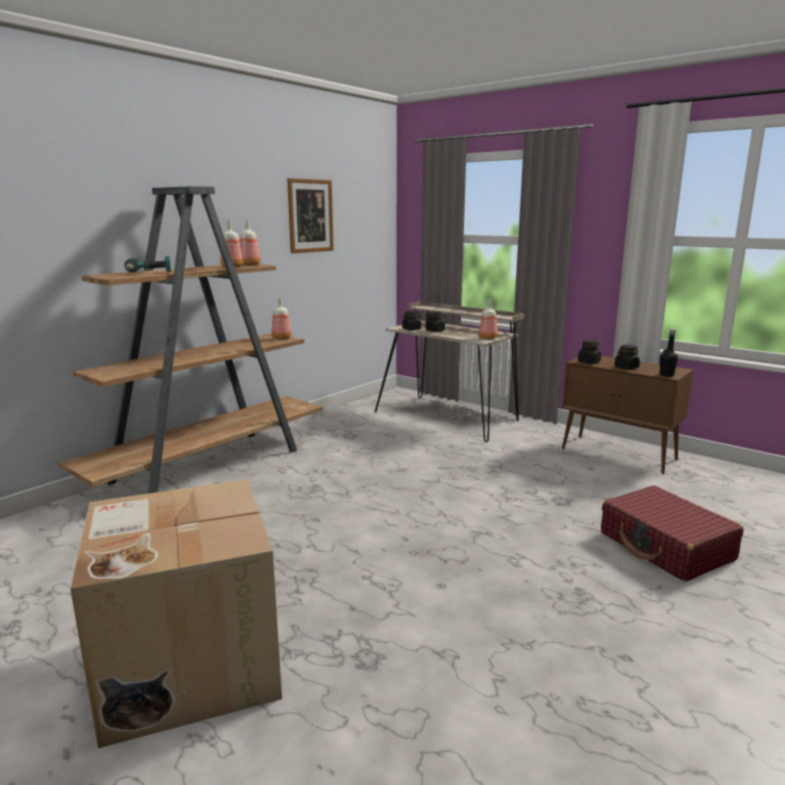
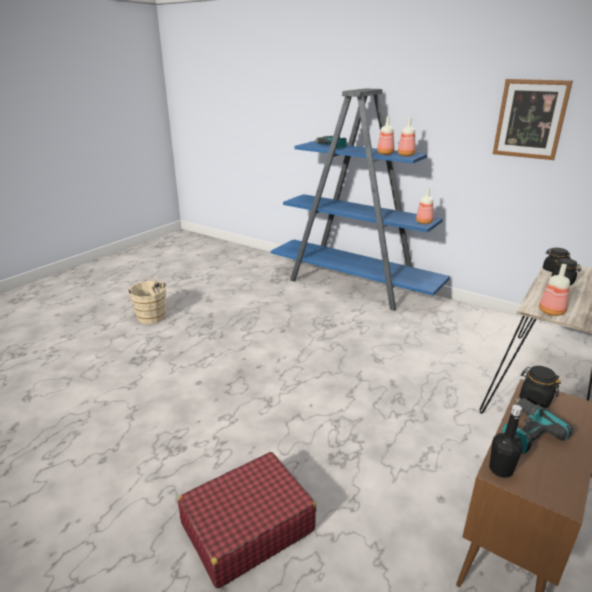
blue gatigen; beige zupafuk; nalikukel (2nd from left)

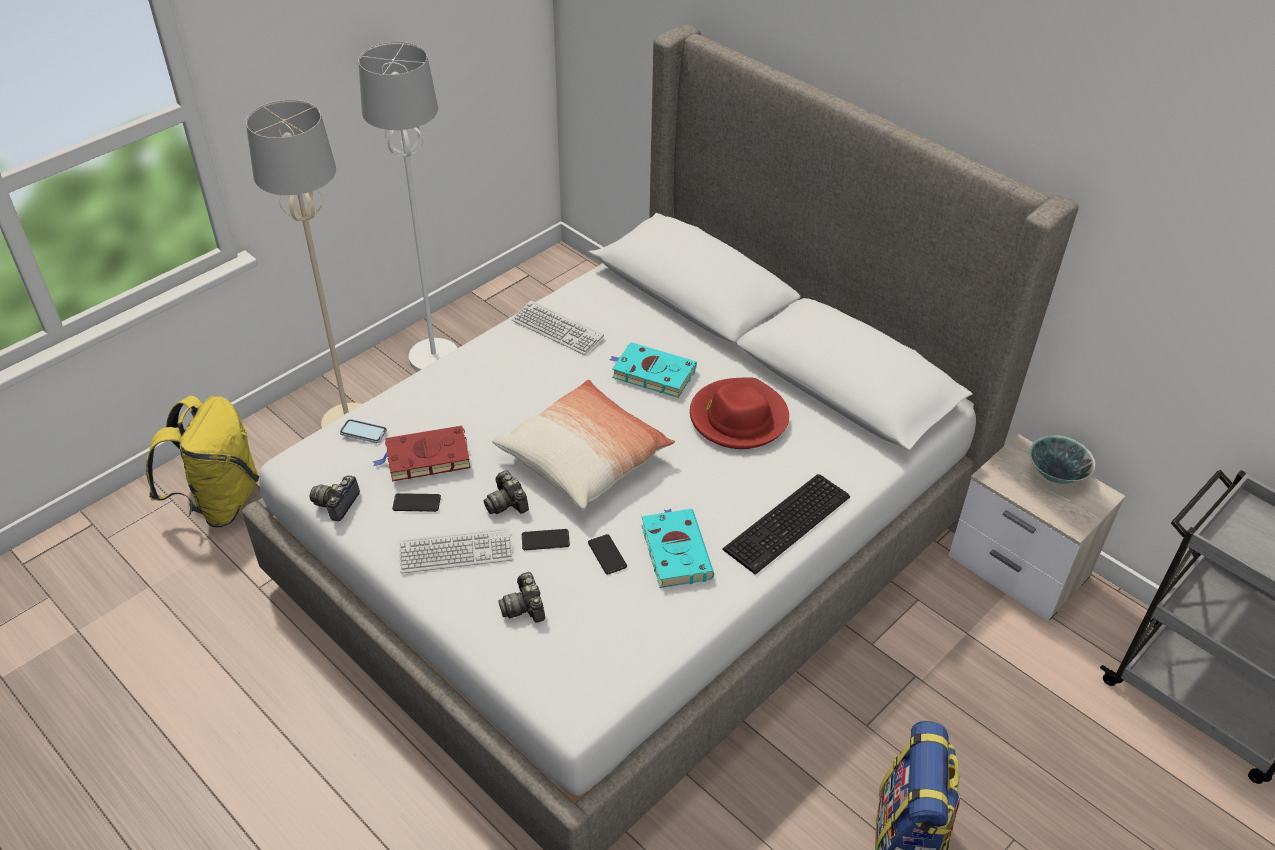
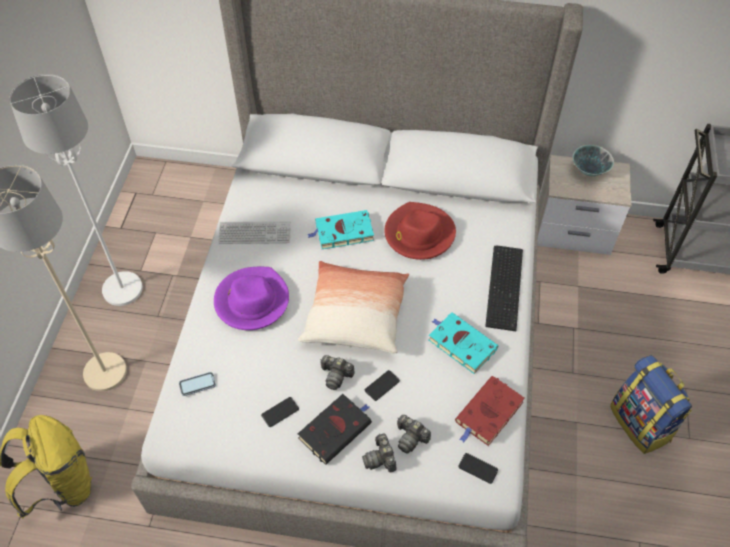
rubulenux (2nd from left); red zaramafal; black zaramafal; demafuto (4th from left); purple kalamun

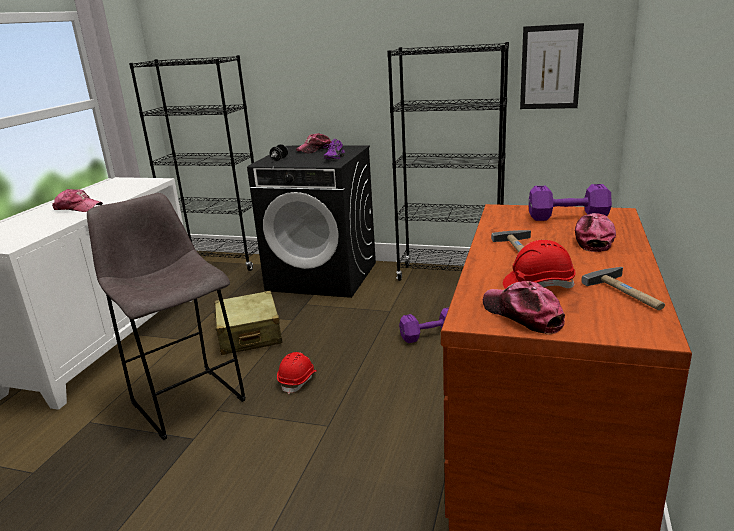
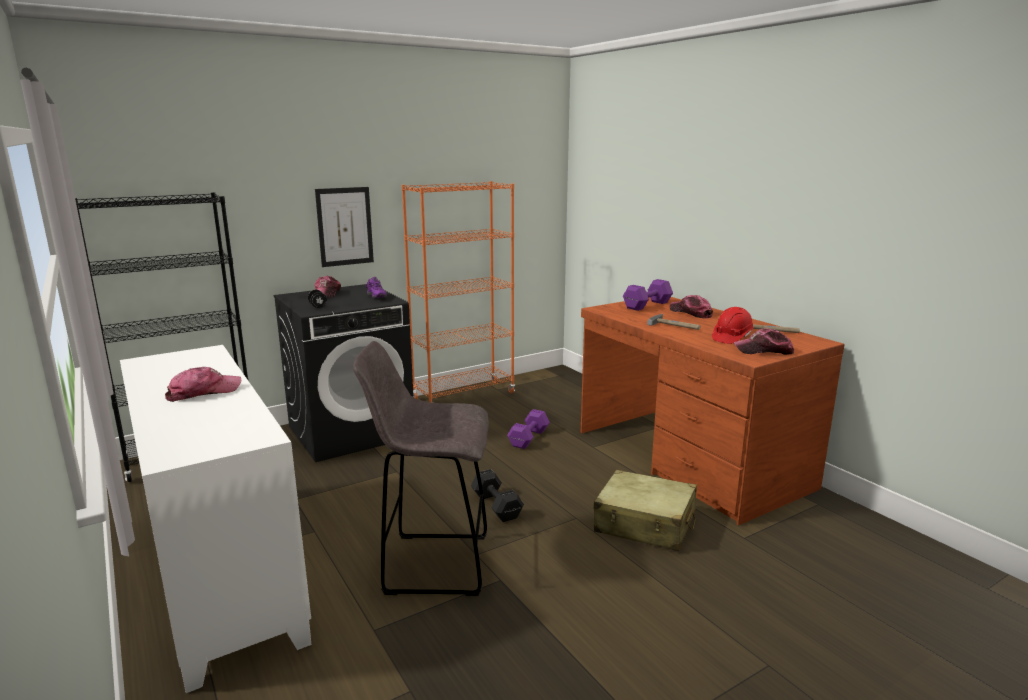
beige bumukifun; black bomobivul (2nd from left); orange gatigen; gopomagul

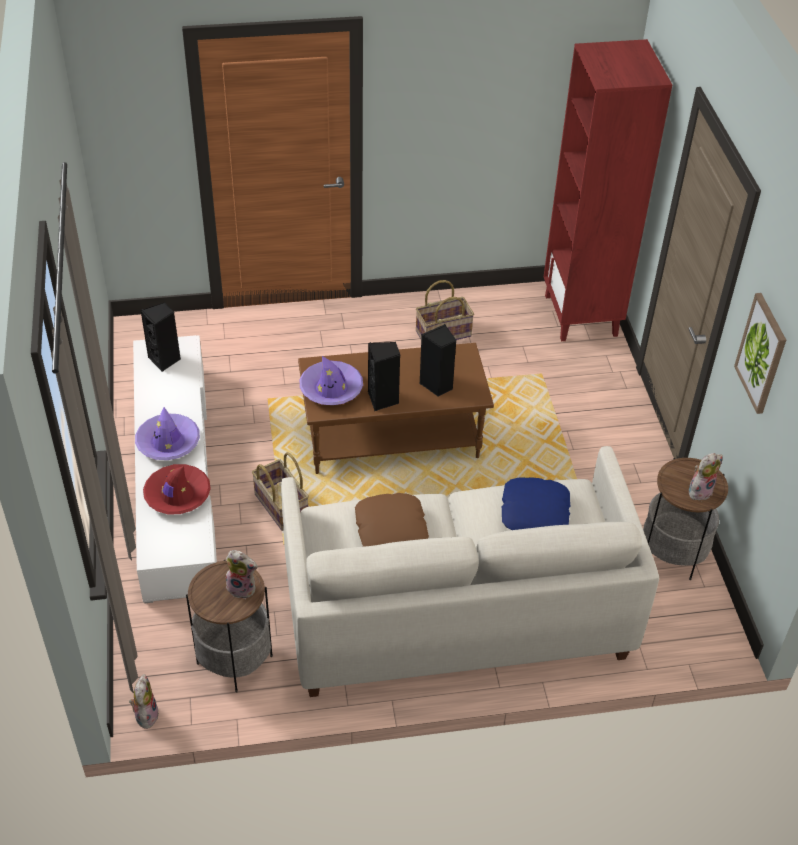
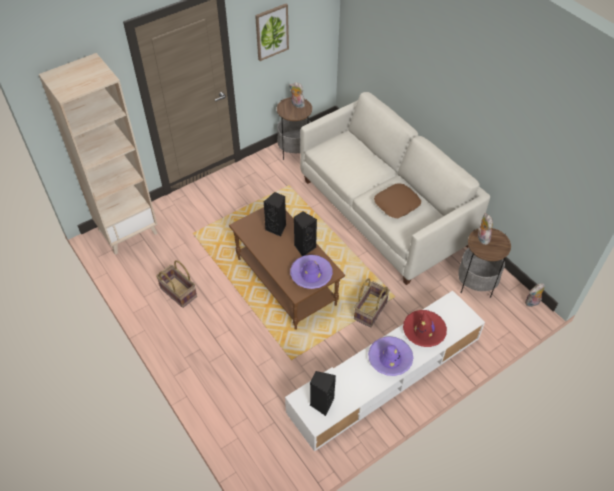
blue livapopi; beige gatigen

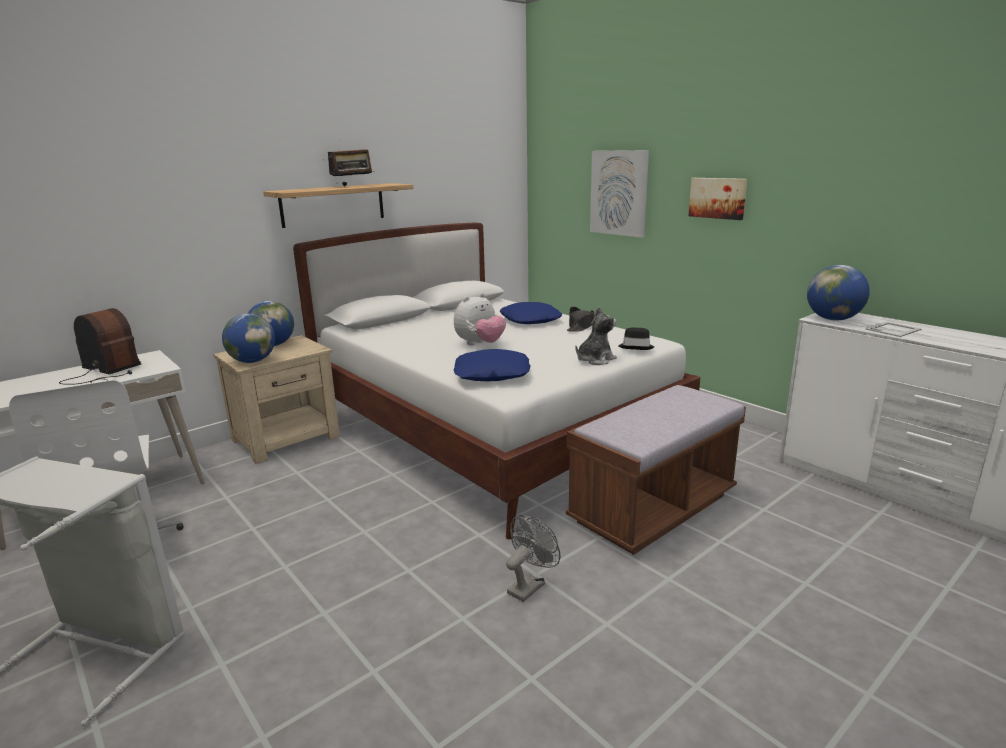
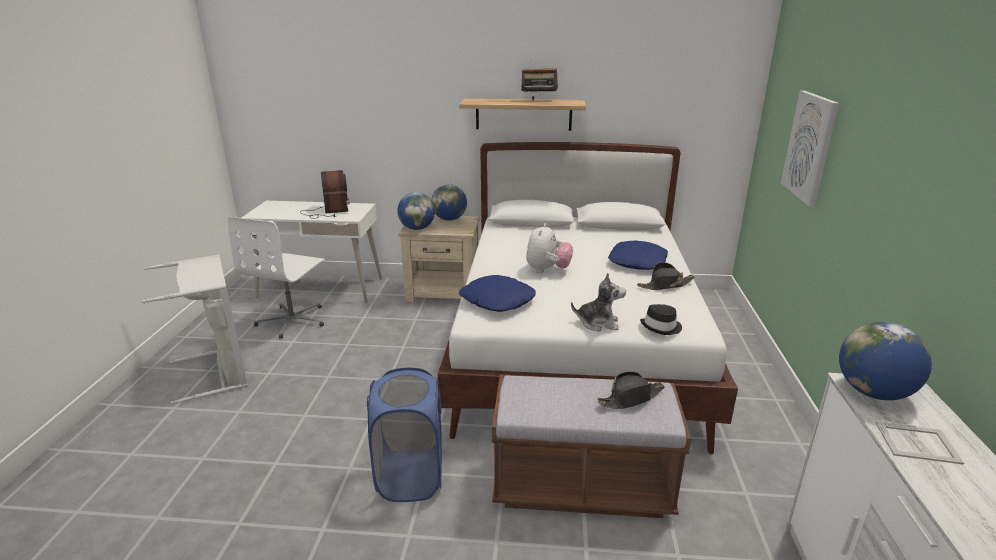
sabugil (1st from left); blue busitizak; gopomagul (2nd from left in the first image); black kalamun (1st from left)

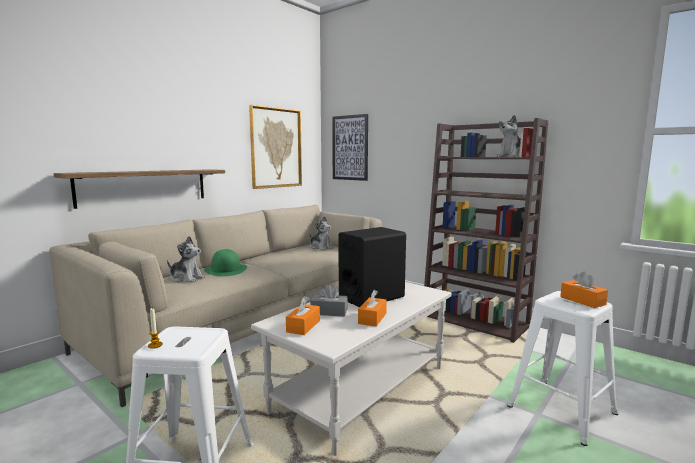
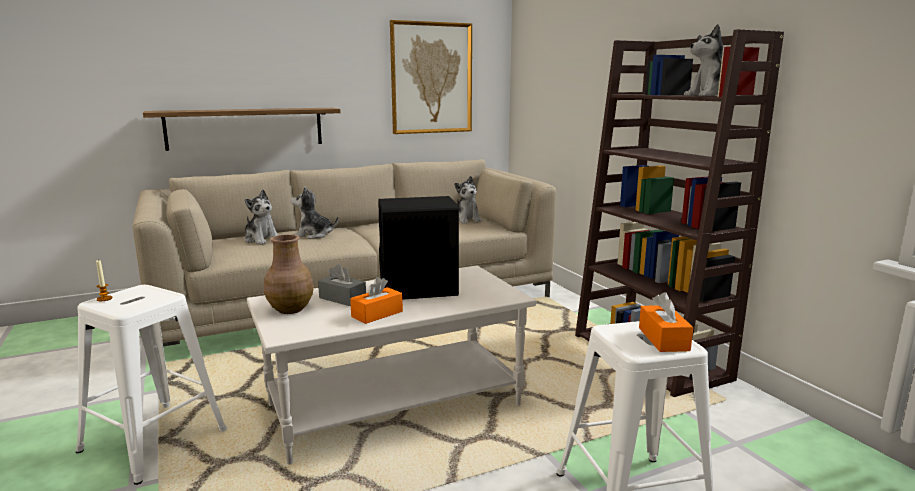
sabugil (2nd from left); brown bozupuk; gopomagul (2nd from left in the first image)

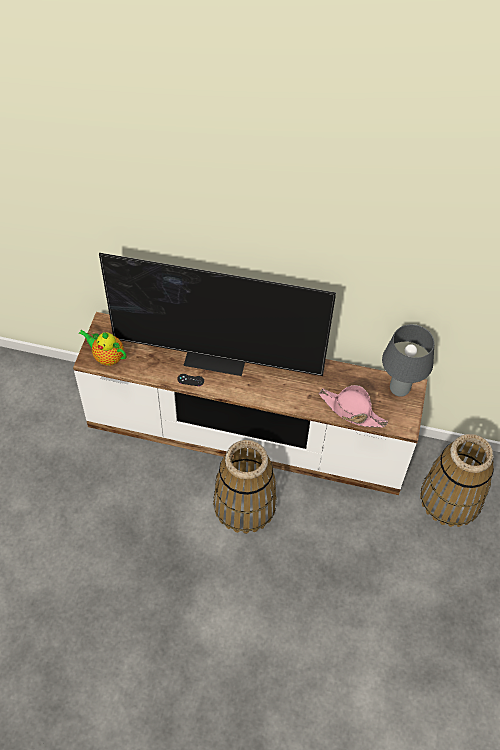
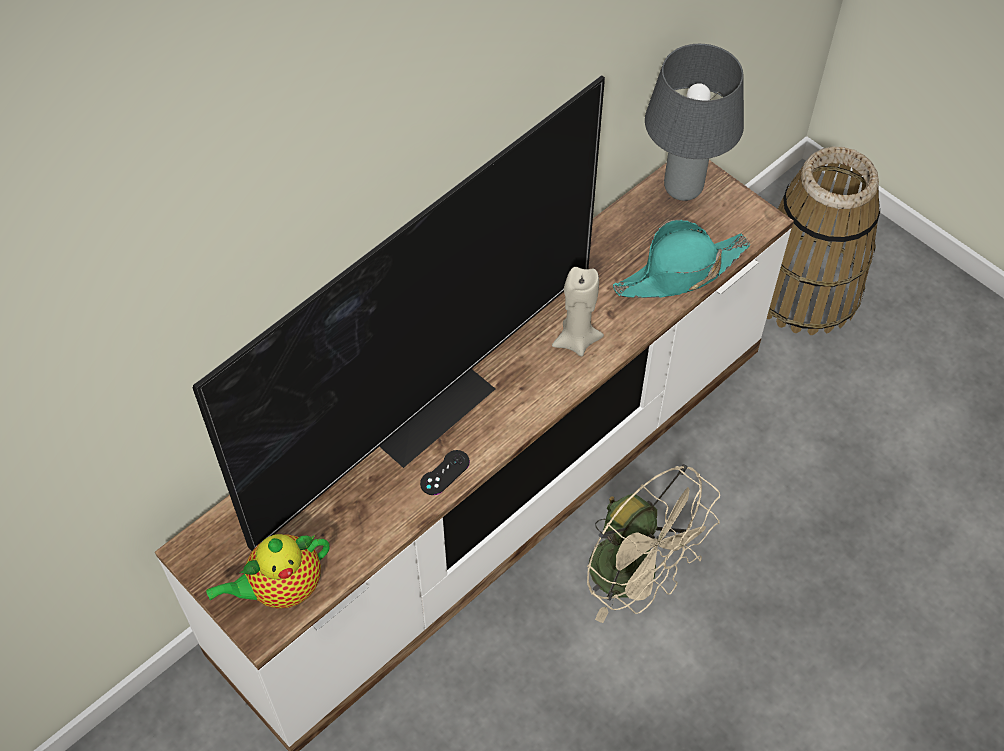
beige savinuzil; turquoise kalamun; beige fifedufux

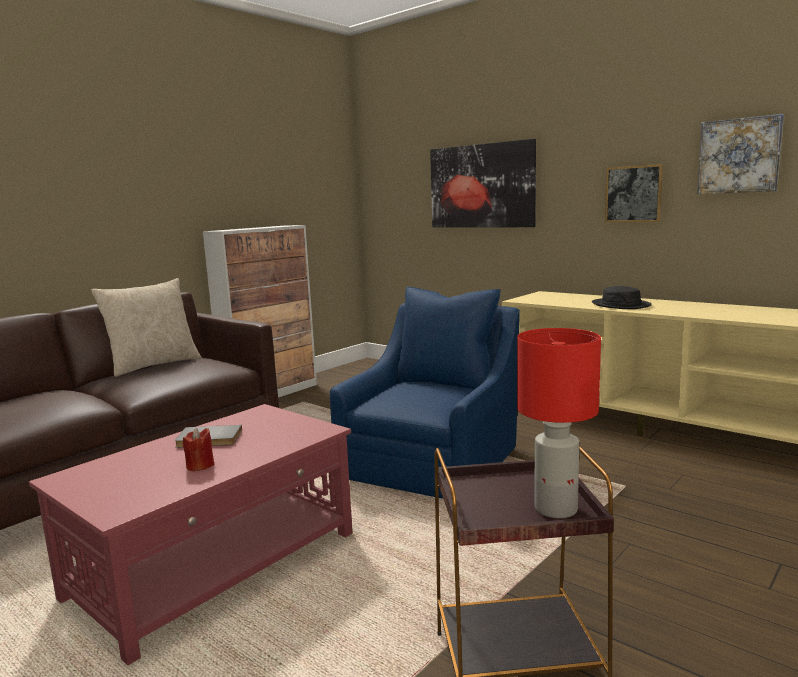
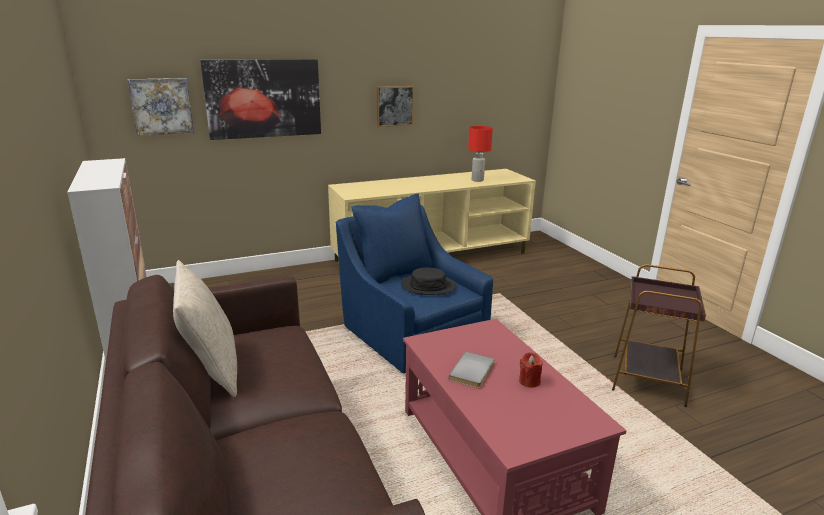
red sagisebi; black kalamun; gopomagul (1st from left)

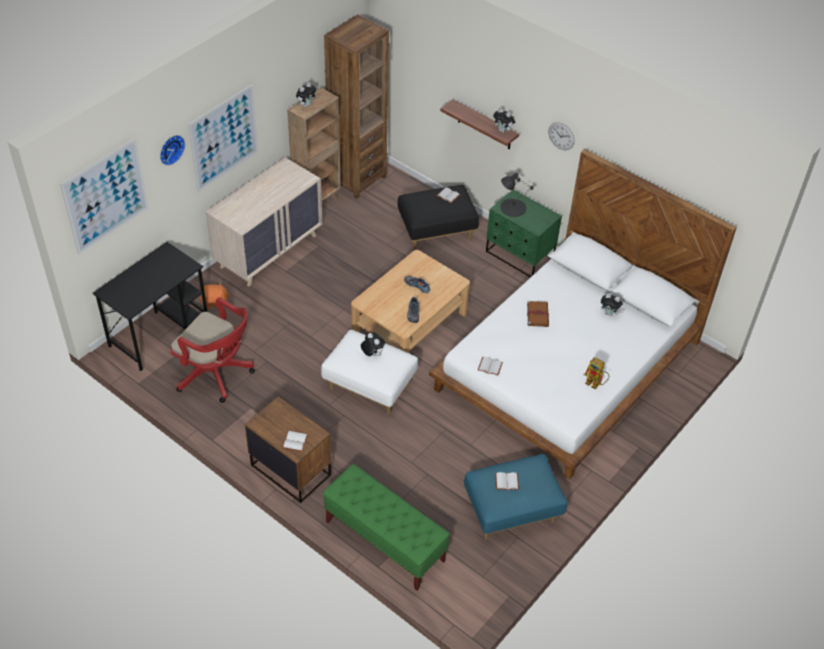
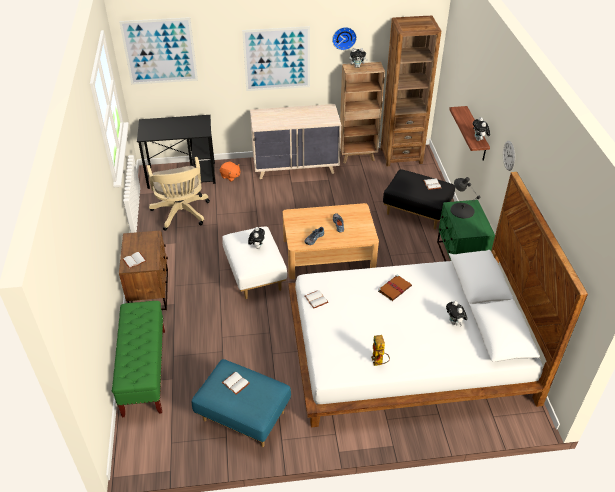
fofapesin (1st from left); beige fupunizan

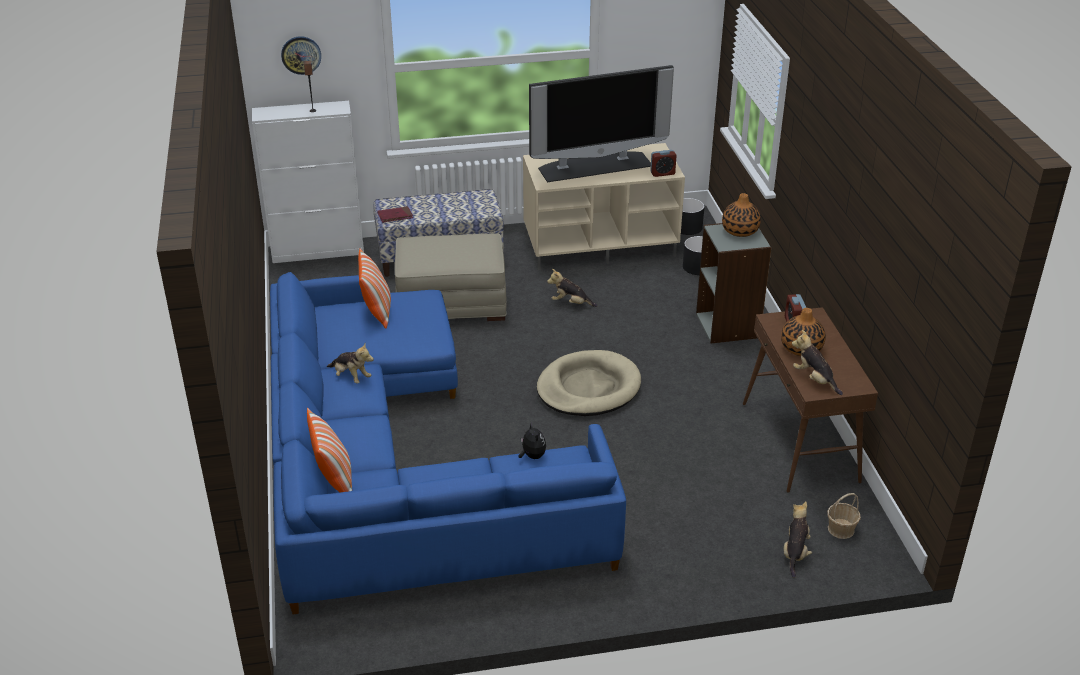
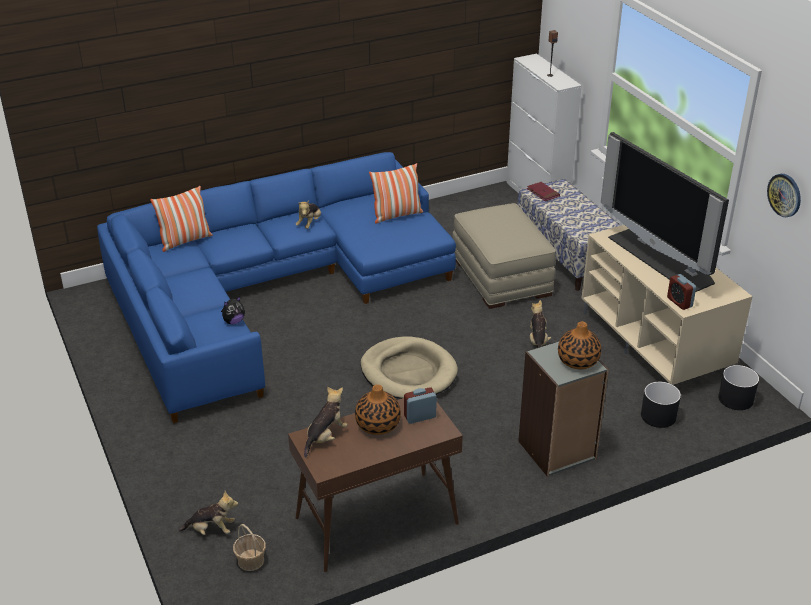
fofapesin

